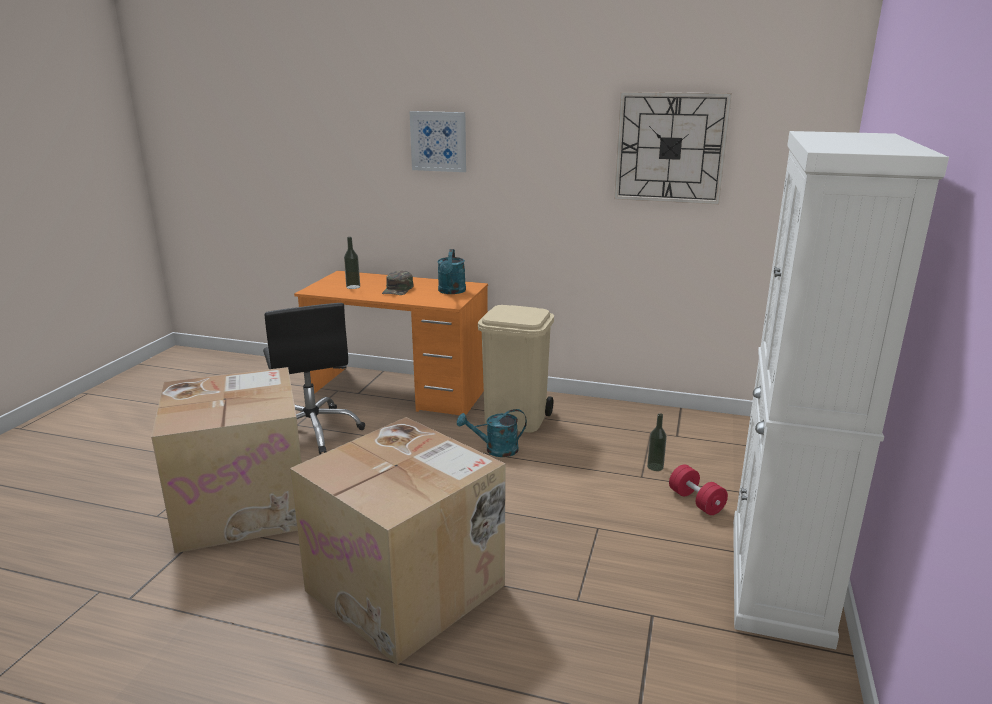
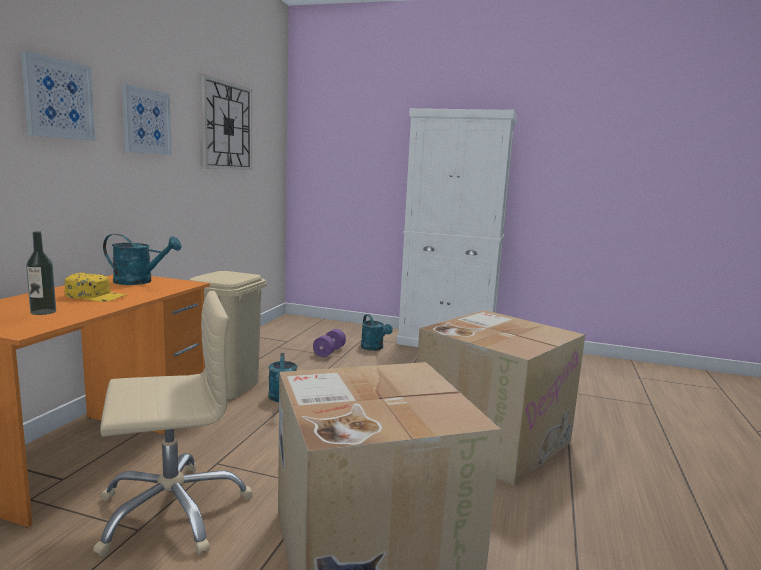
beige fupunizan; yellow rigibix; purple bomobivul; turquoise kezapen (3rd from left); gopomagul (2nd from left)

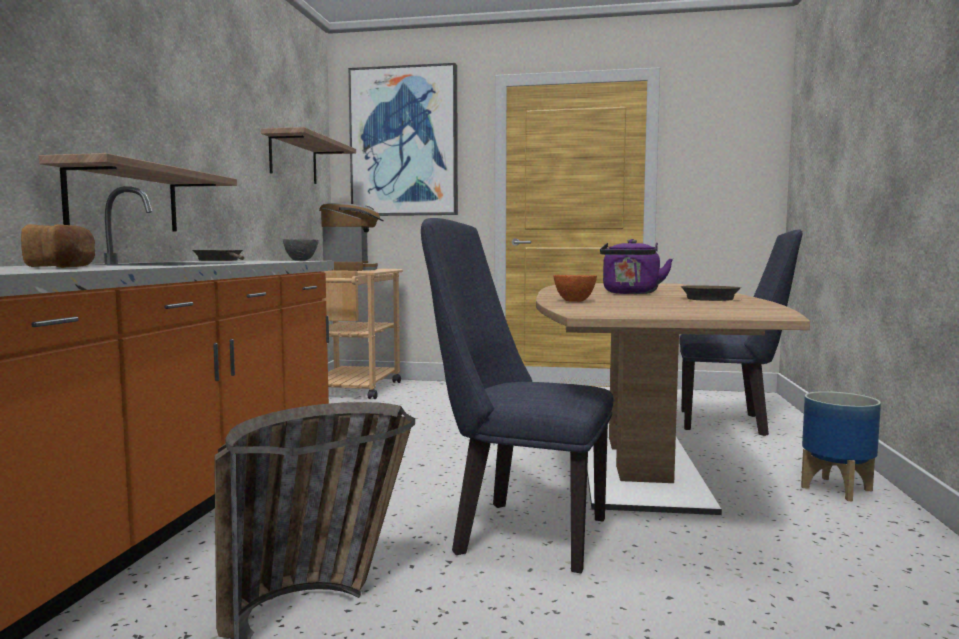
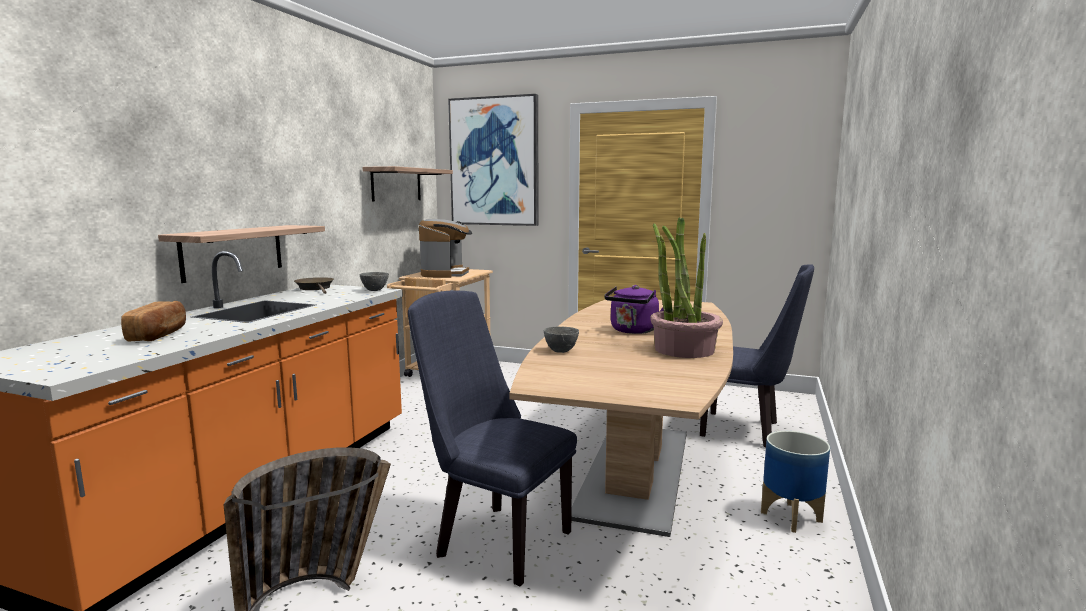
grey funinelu (2nd from left); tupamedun

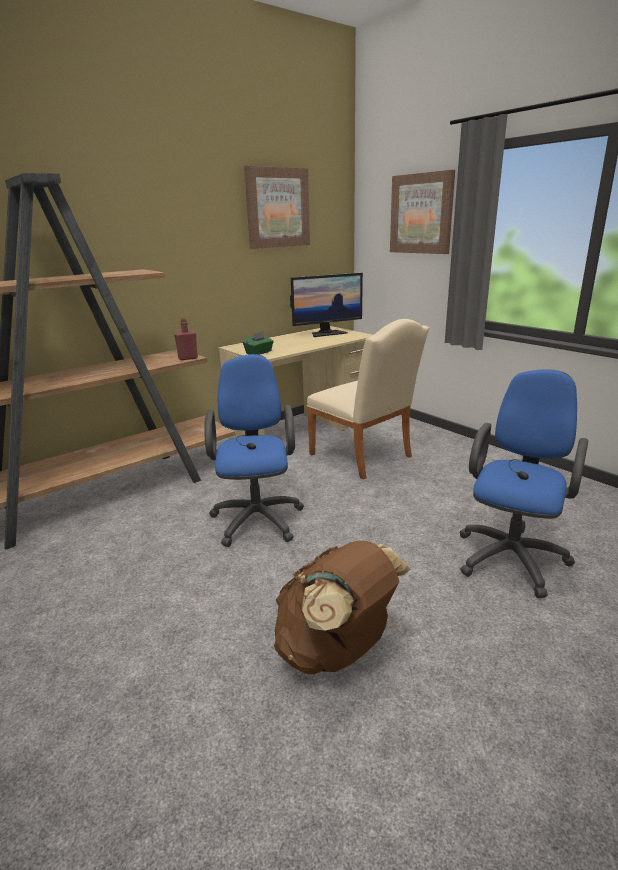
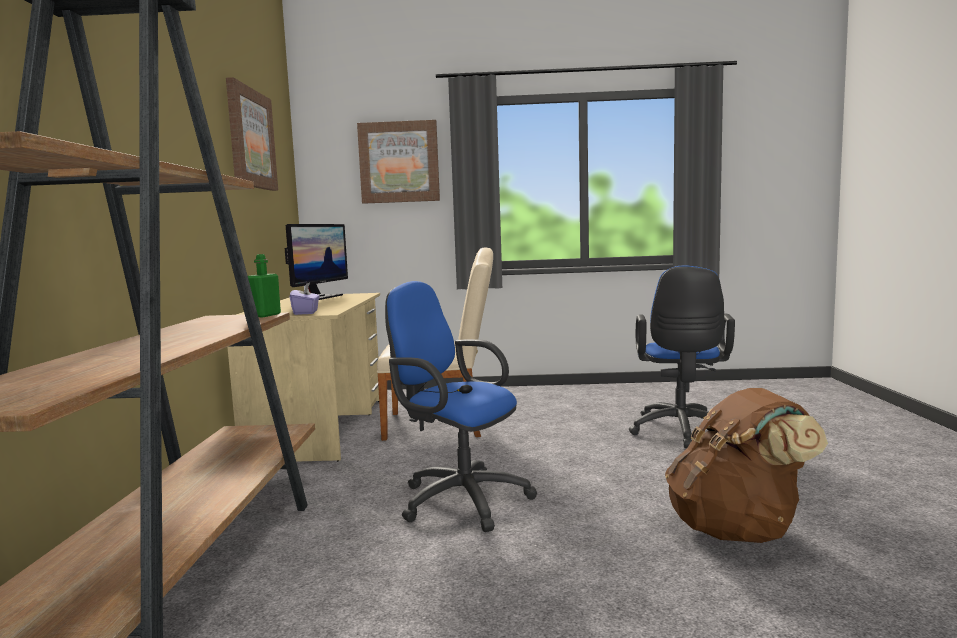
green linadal; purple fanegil; blue fupunizan (2nd from left)

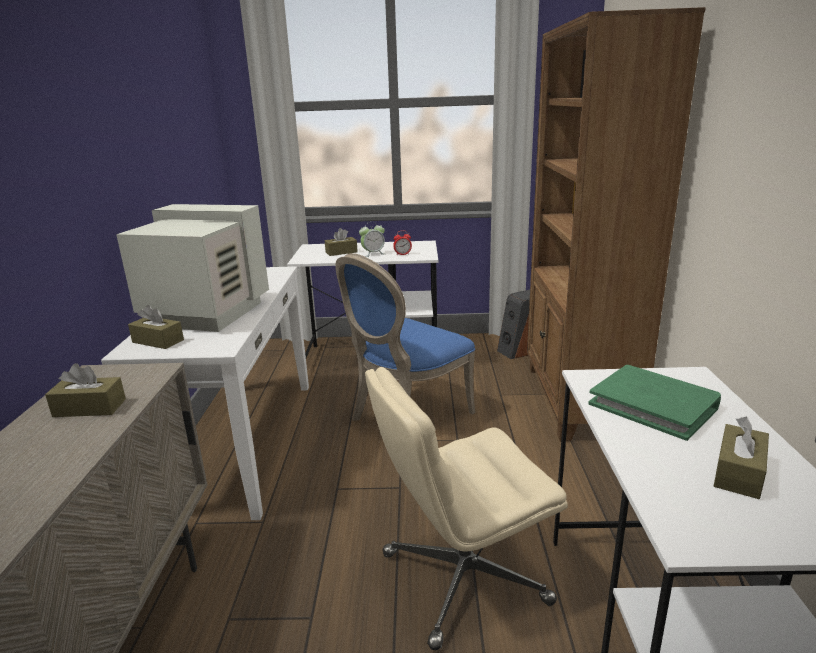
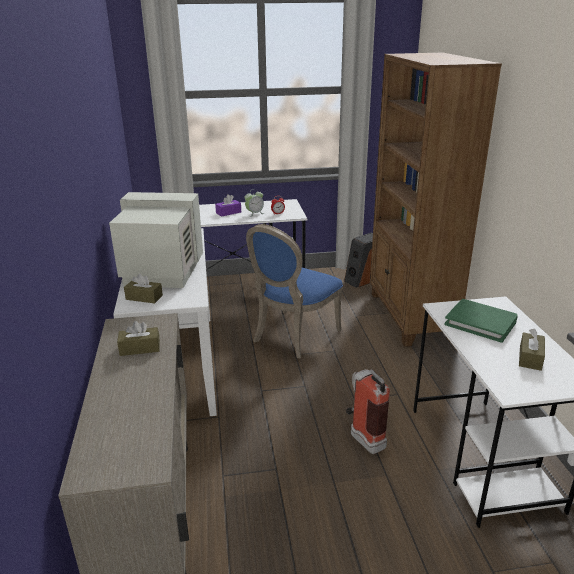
purple fanegil; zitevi

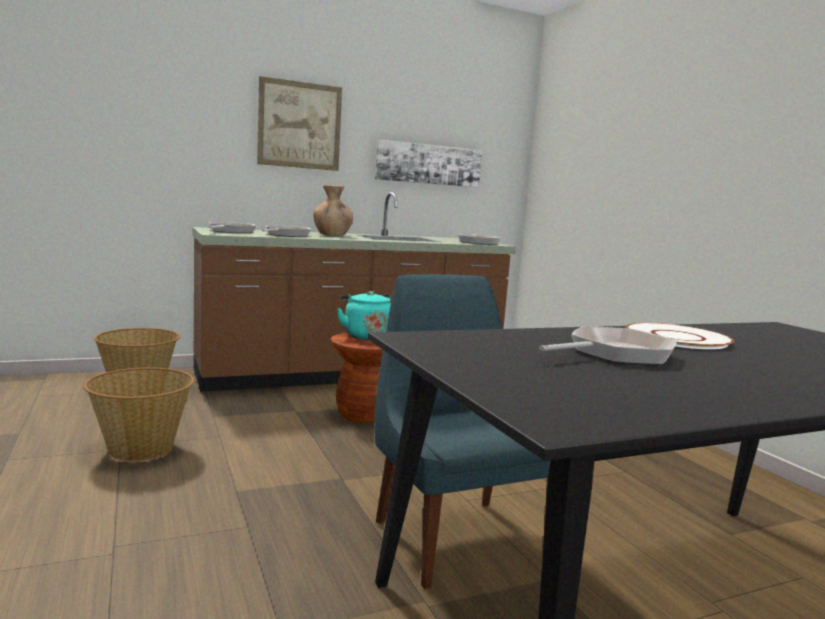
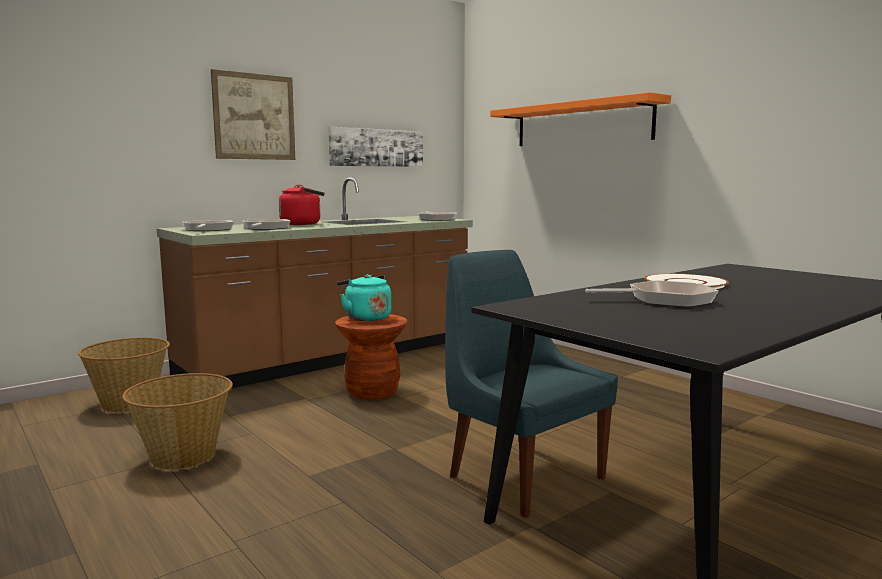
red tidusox; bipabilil (4th from left); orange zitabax

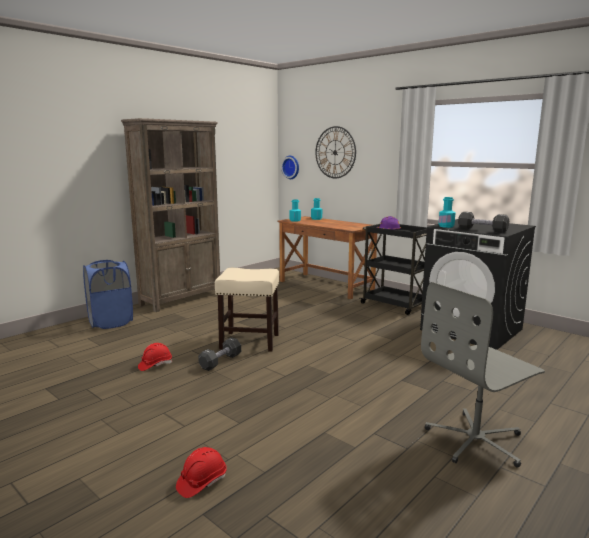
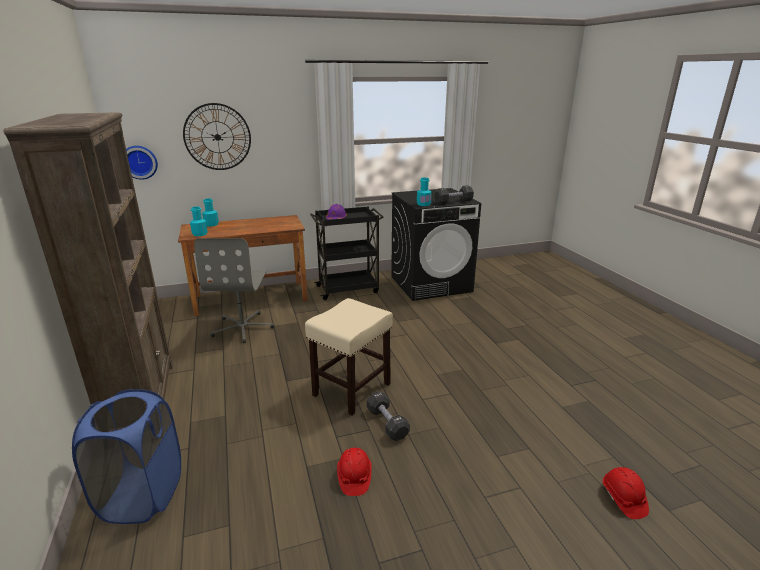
grey fupunizan

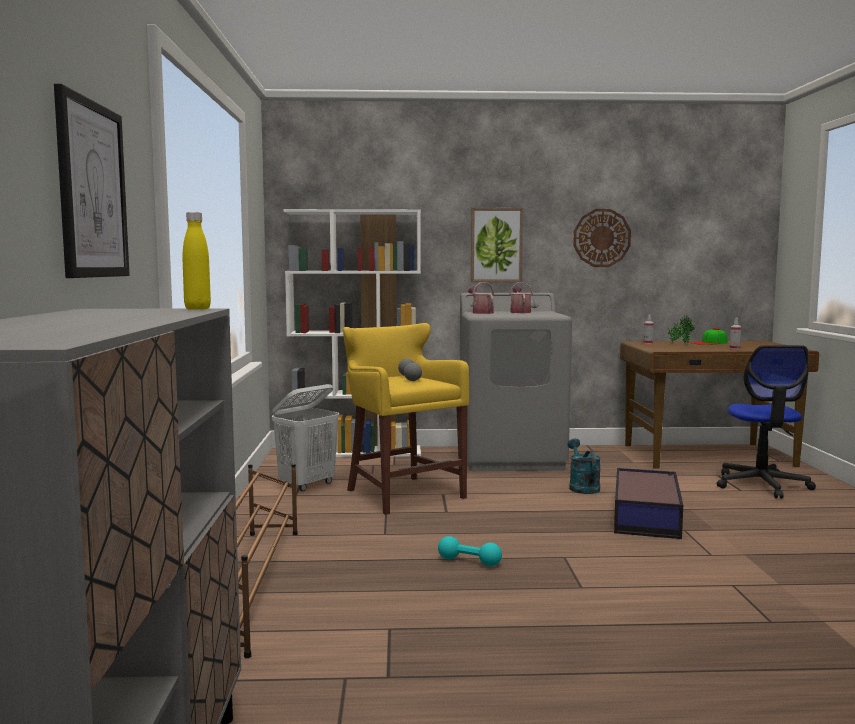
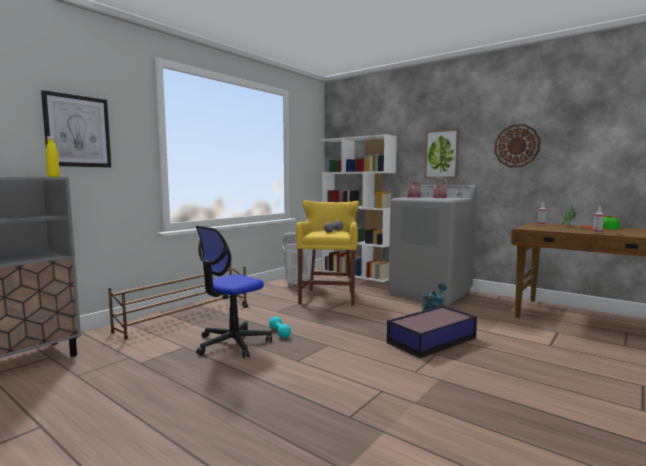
fupunizan

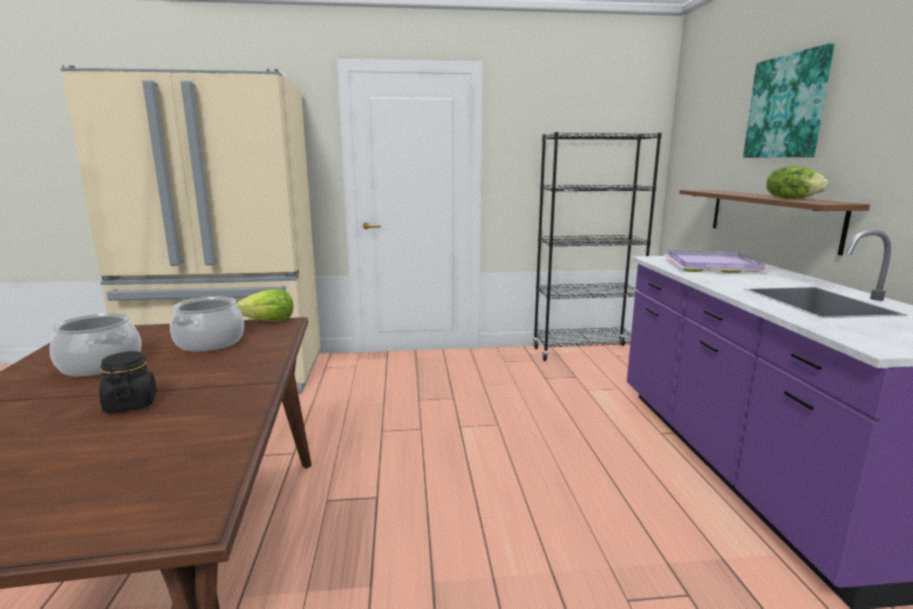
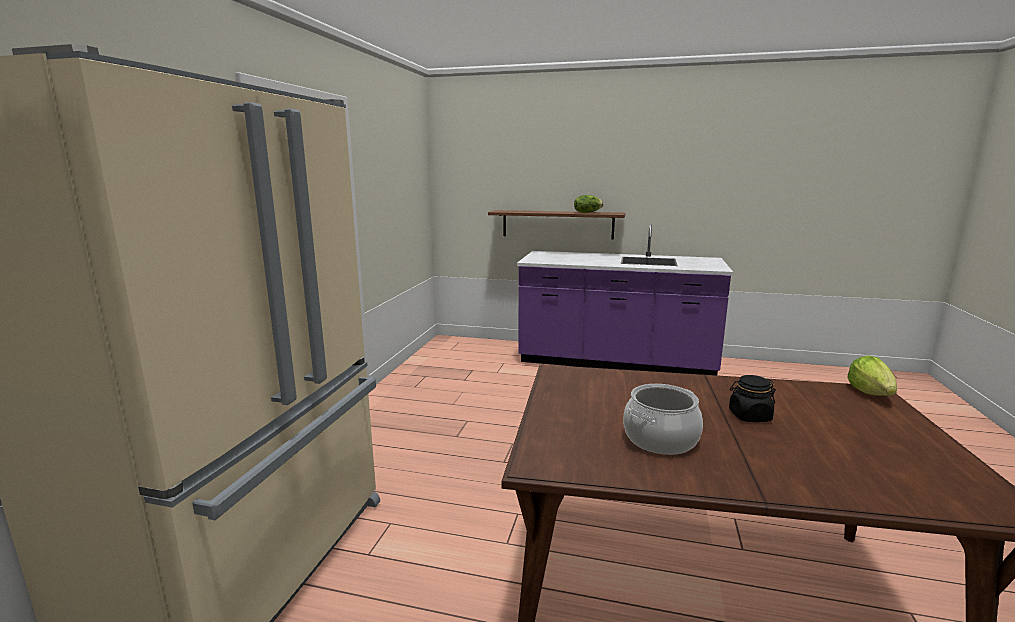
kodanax (2nd from left in the first image); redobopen (2nd from left); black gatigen; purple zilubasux; gopomagul

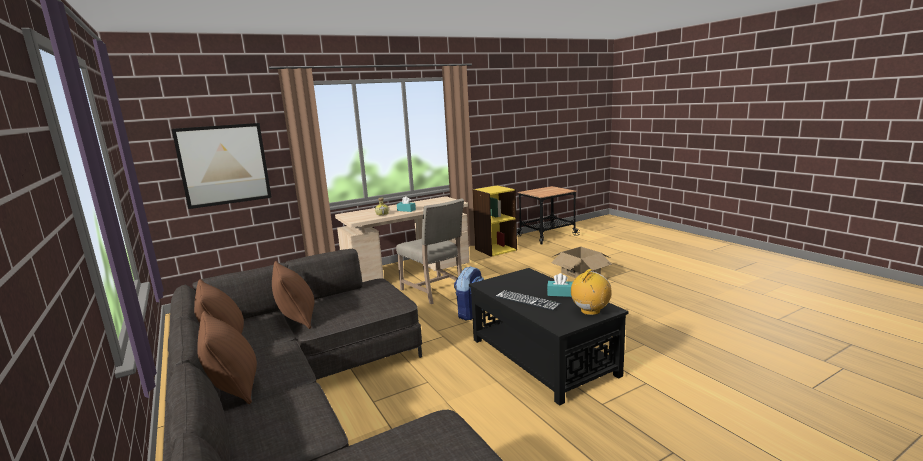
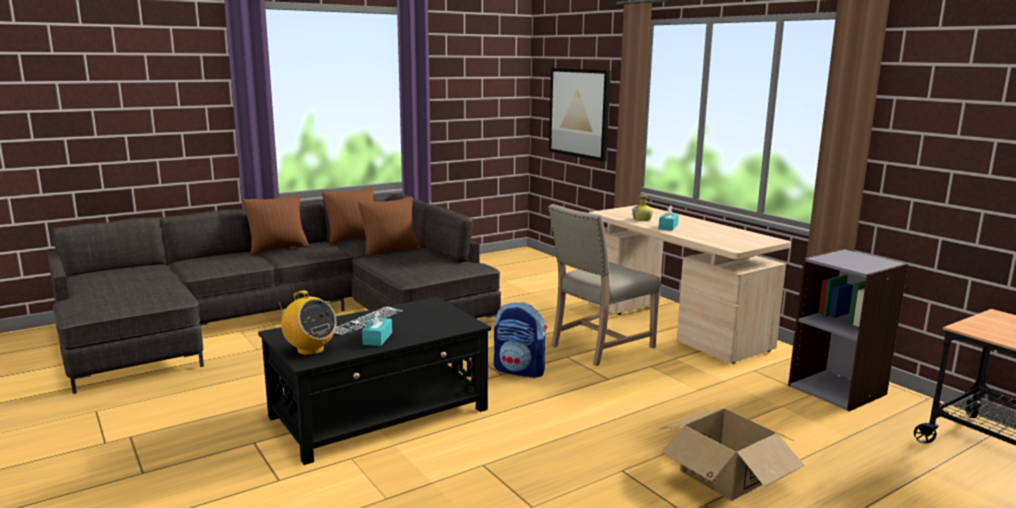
grey gatigen

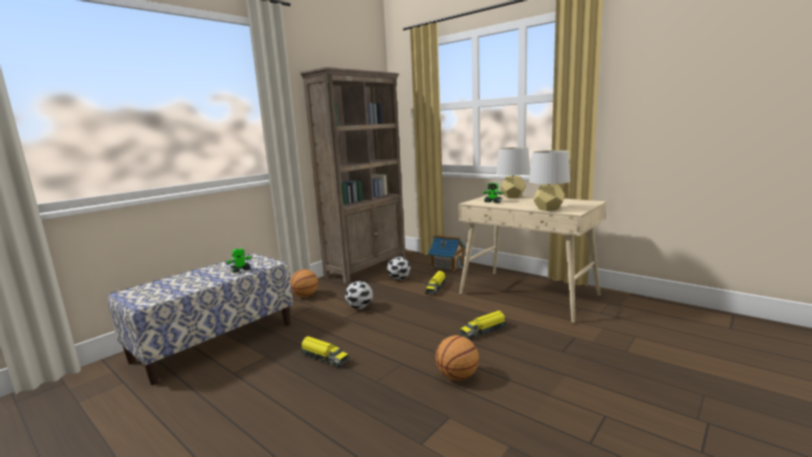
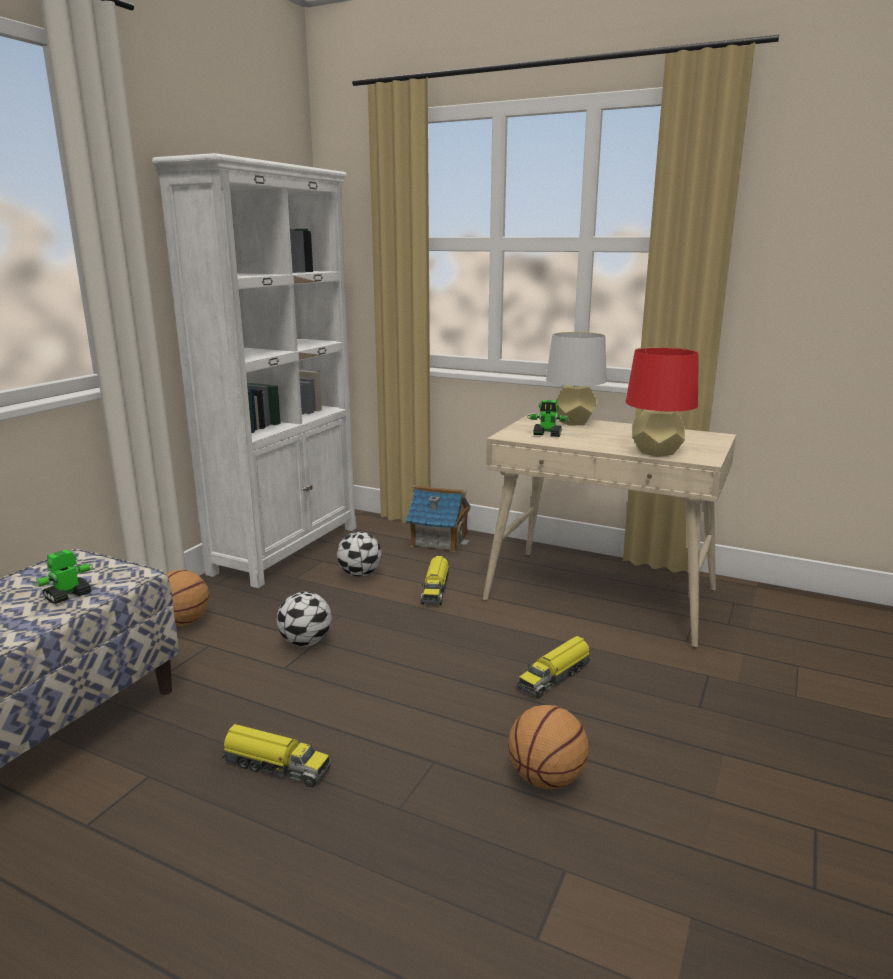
white gatigen; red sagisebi

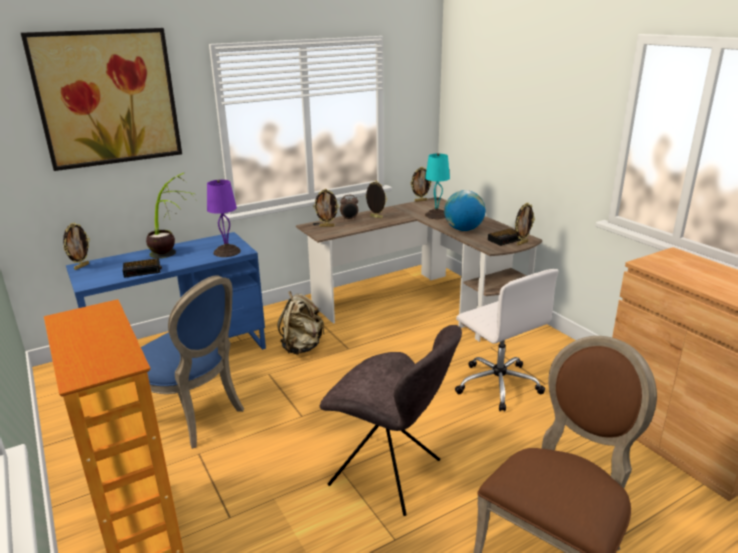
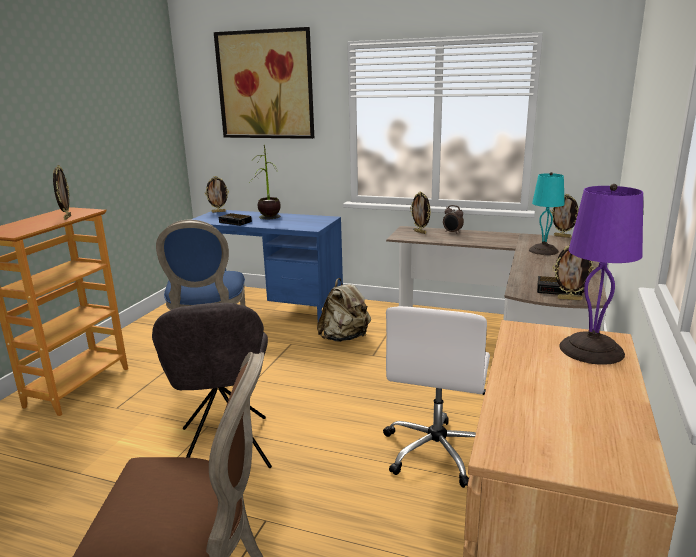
purple sagisebi; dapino (1st from left); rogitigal

